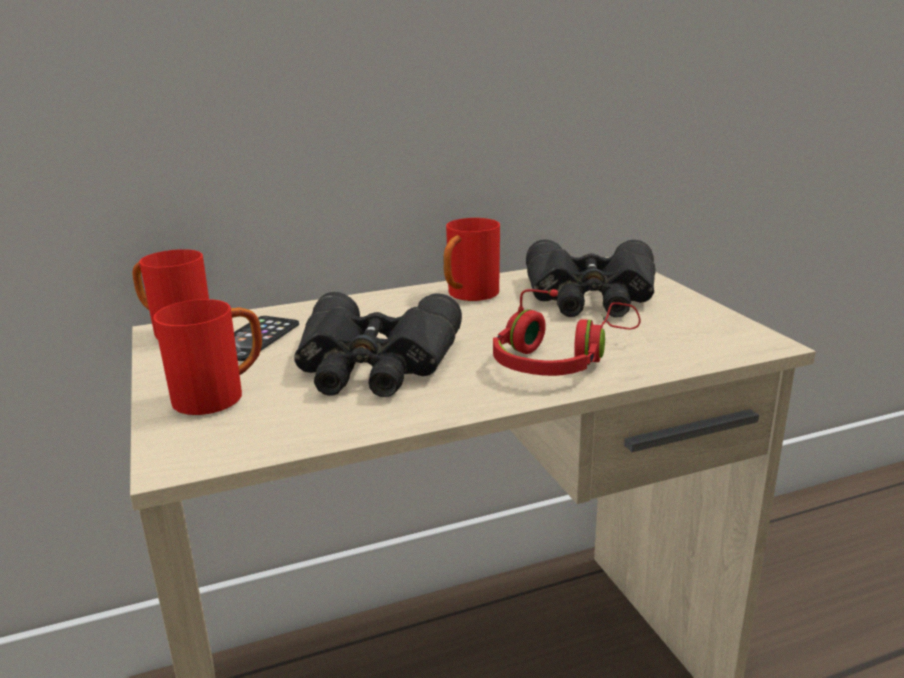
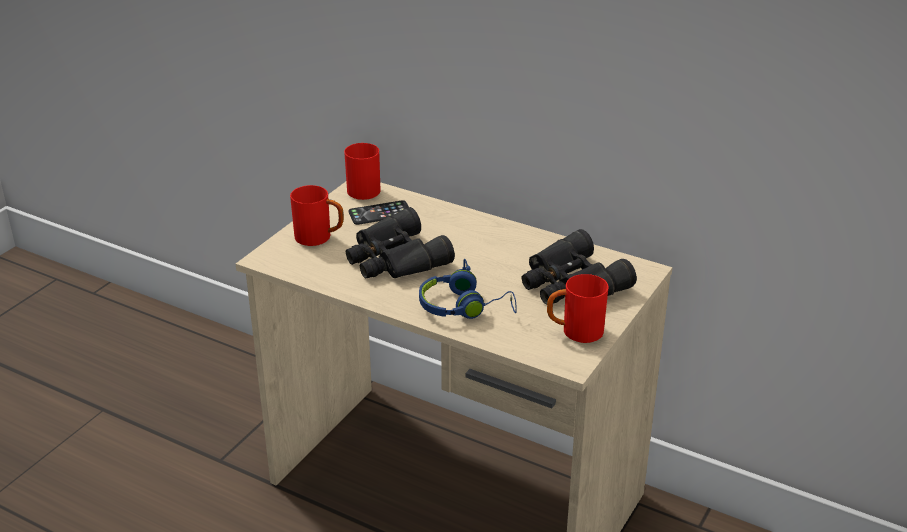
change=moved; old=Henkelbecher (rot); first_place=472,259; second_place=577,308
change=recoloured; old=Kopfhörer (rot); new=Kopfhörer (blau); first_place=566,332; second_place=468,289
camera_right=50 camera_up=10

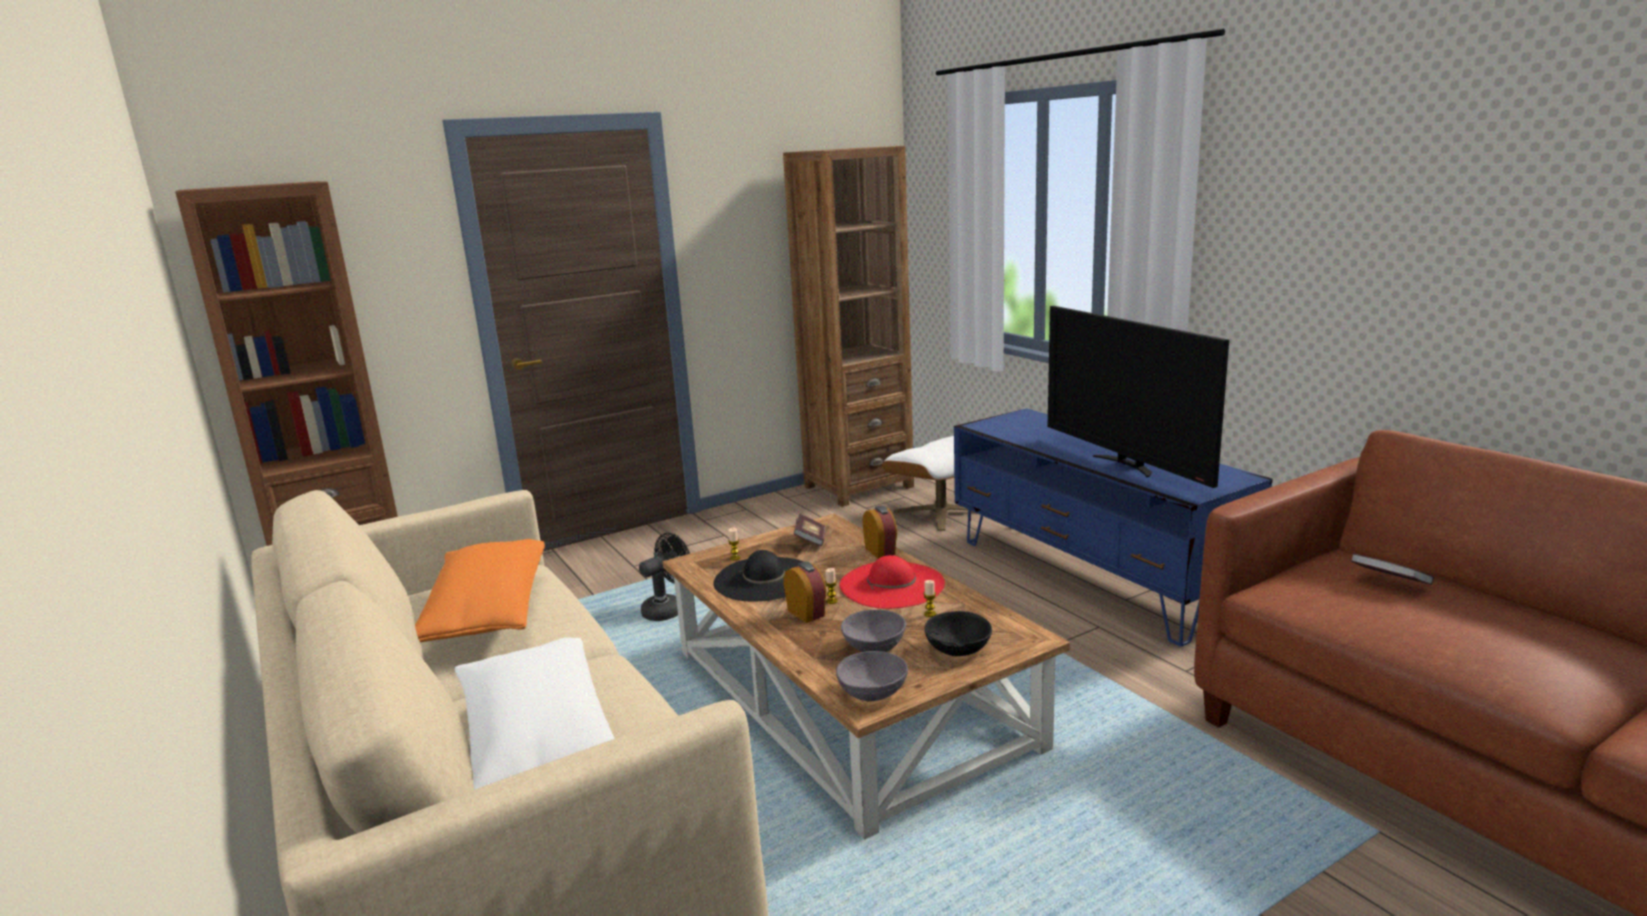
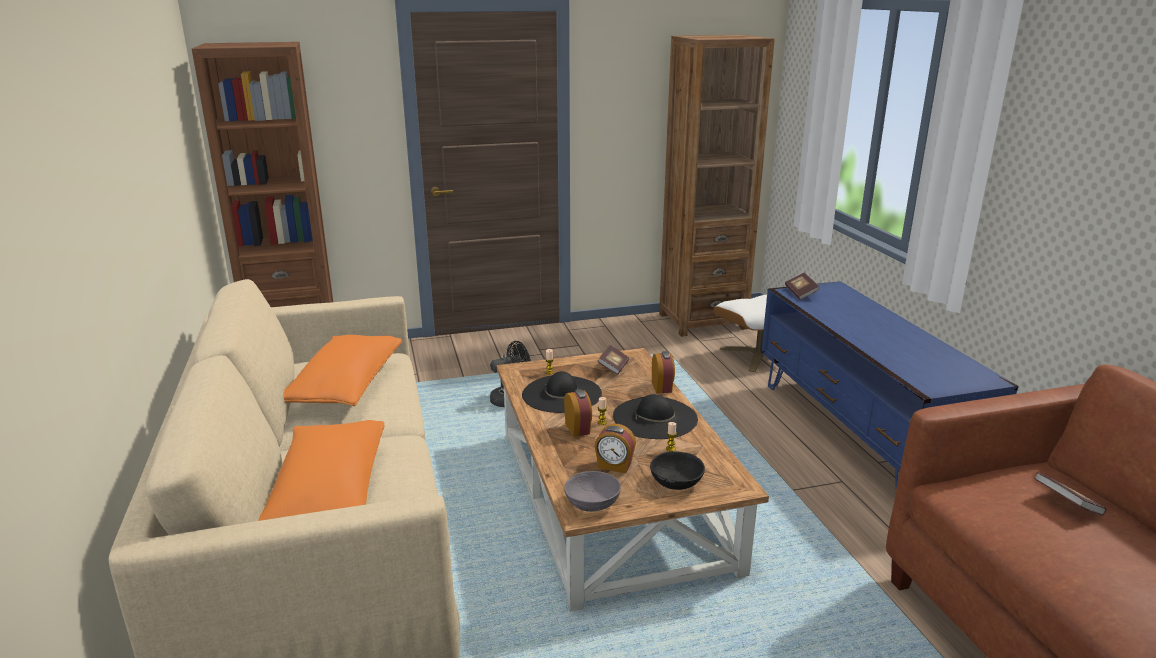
change=removed; old=Fernseher; first_place=1138,397
change=recoloured; old=Hut (rot); new=Hut (schwarz); first_place=892,582; second_place=655,416
change=replaced; old=Schüssel (grau); new=Wecker; first_place=873,631; second_place=615,448
change=recoloured; old=Kissen (weiß); new=Kissen (orange); first_place=535,713; second_place=321,470
change=added; new=Buch; second_place=802,286
camera_right=15 camera_up=5

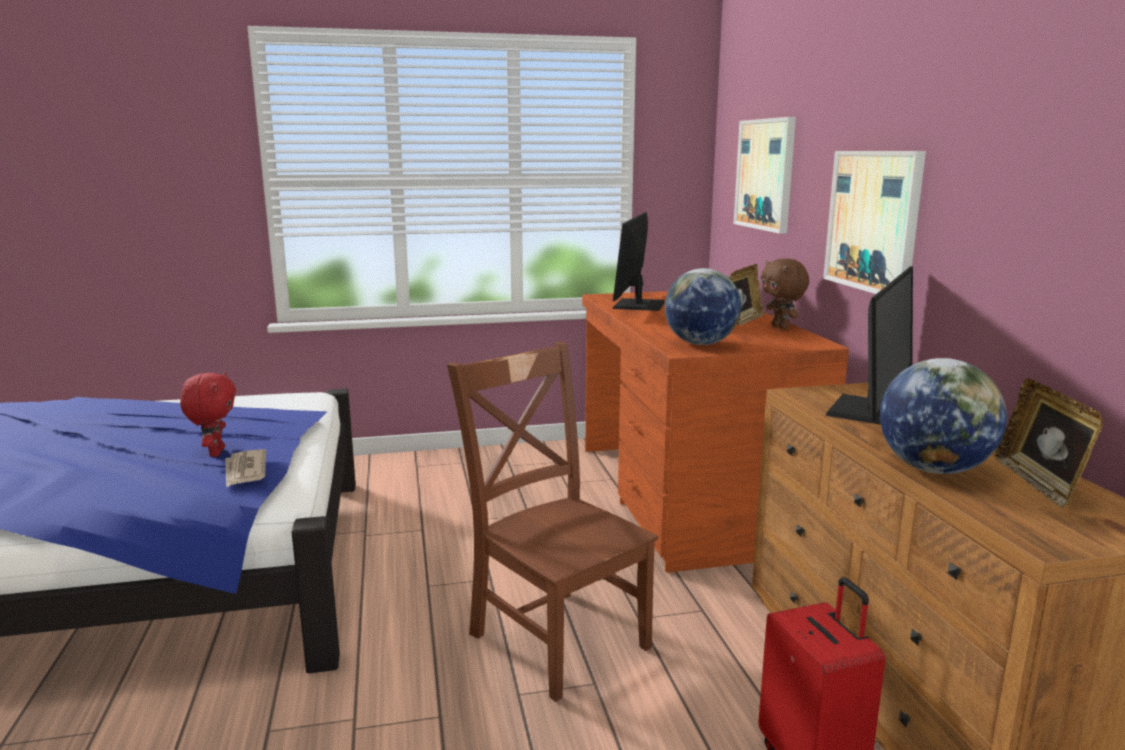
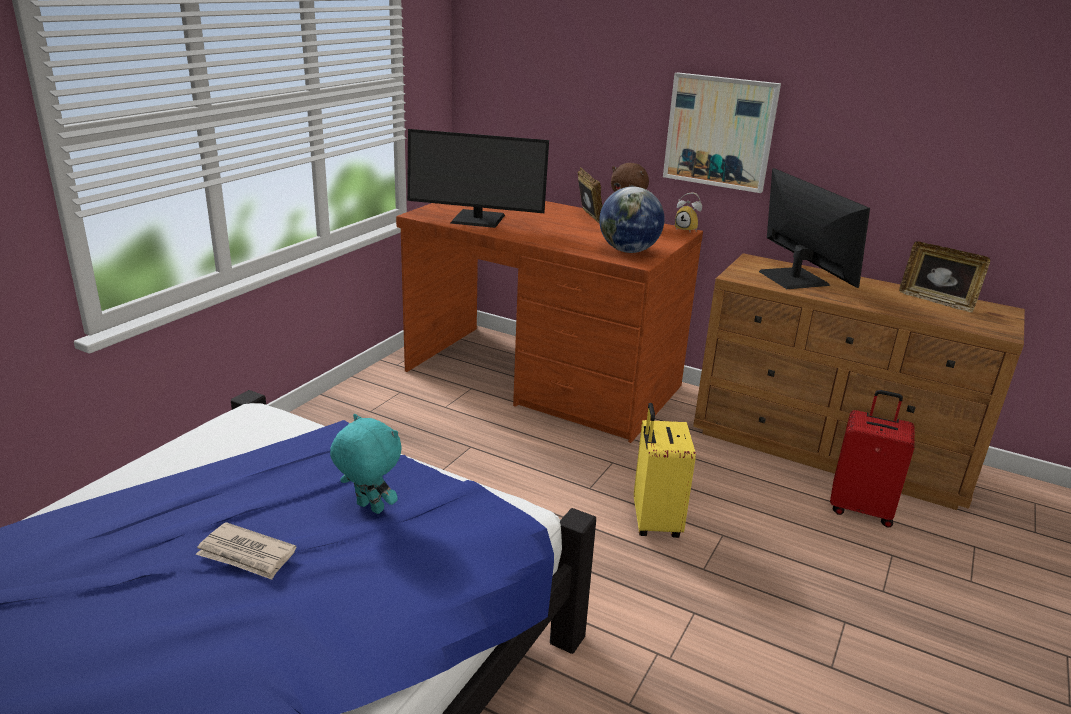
change=removed; old=Bild; first_place=764,175
change=turned; old=Monitor; first_place=638,261; second_place=478,178; degrees=-45
change=replaced; old=Stuhl (braun); new=Koffer (gelb); first_place=553,521; second_place=665,470
change=removed; old=Globus; first_place=943,416
change=recoloured; old=Plüschtier (rot); new=Plüschtier (türkis); first_place=208,414; second_place=366,464
change=moved; old=Zeitung; first_place=246,468; second_place=245,551
change=added; new=Wecker; second_place=688,212
camera_right=-50 camera_up=10

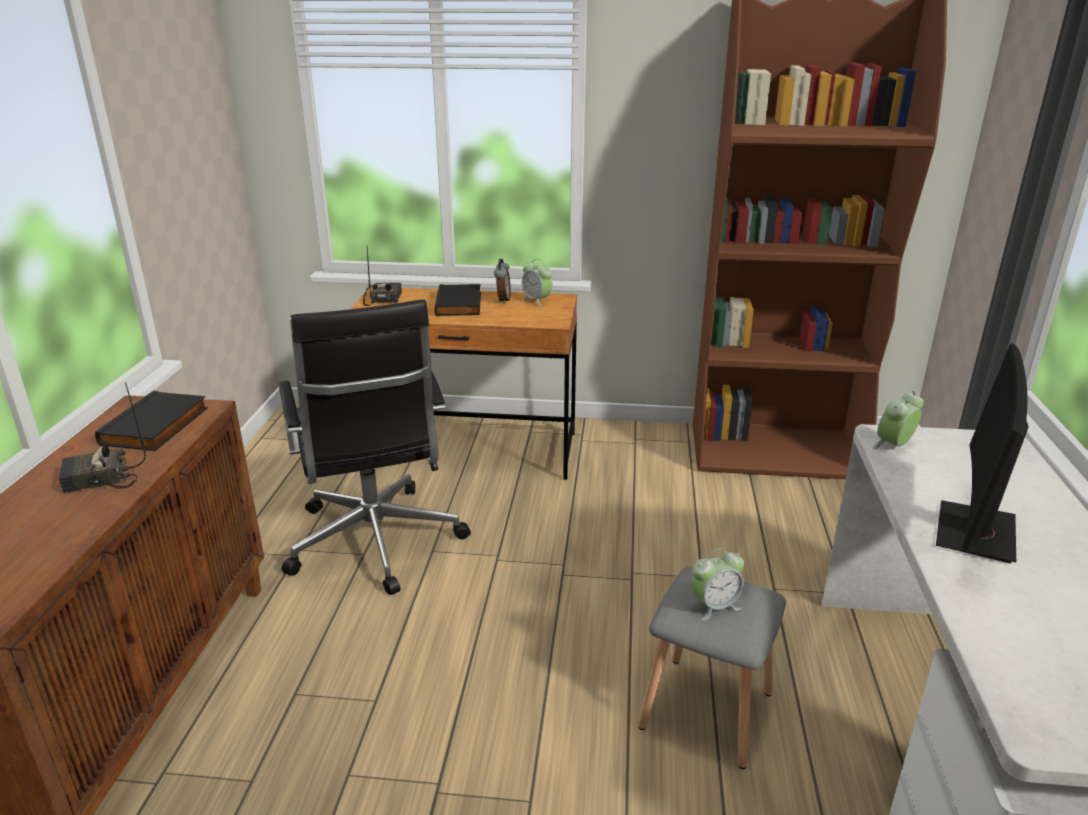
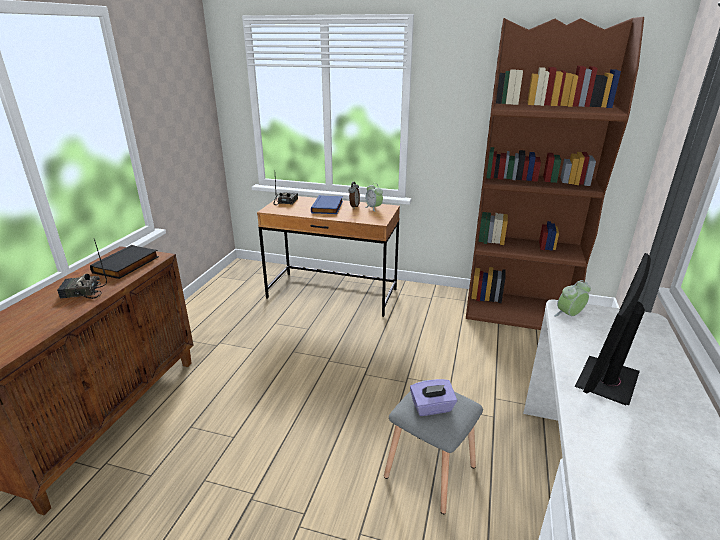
change=recoloured; old=Buch (schwarz); new=Buch (blau); first_place=457,300; second_place=327,204
change=removed; old=Bürostuhl (schwarz); first_place=374,447
change=replaced; old=Wecker; new=Taschentuchbox (lila); first_place=717,584; second_place=433,397
camera_right=10 camera_up=0

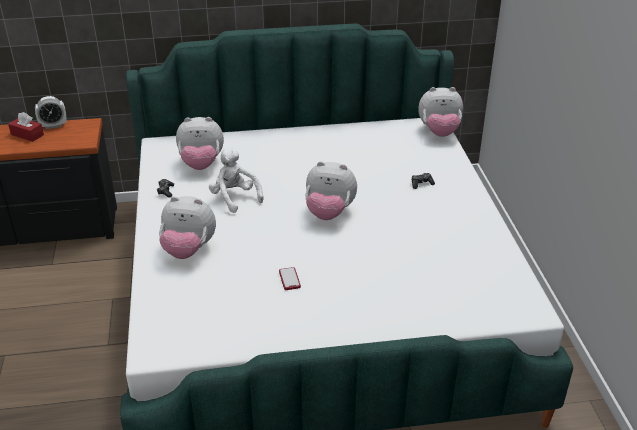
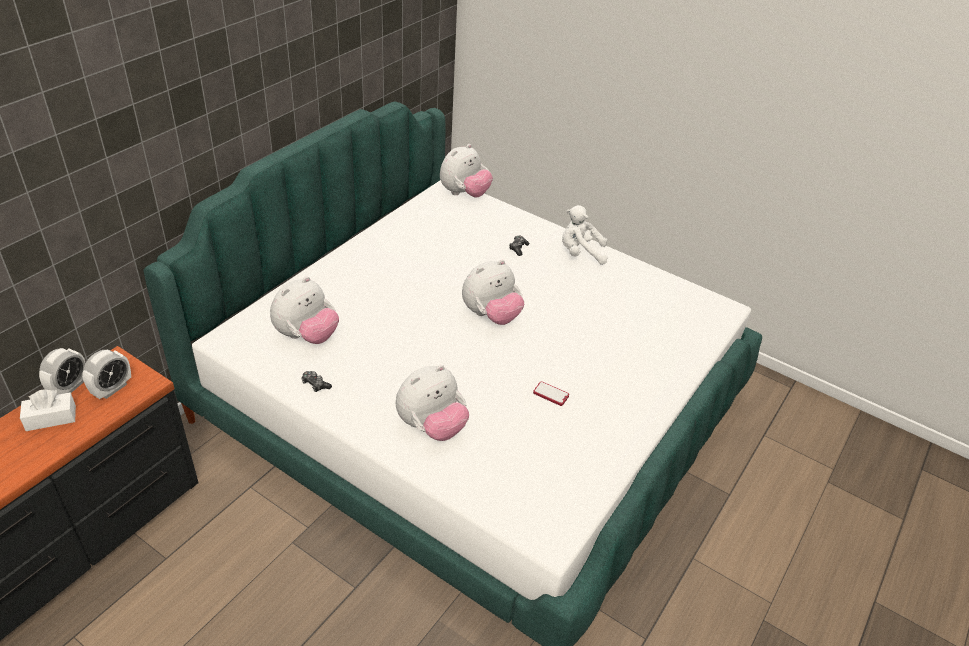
change=recoloured; old=Taschentuchbox (rot); new=Taschentuchbox (weiß); first_place=26,127; second_place=48,410
change=moved; old=Plüschtier (weiß); first_place=236,180; second_place=585,235
change=added; new=Wecker; second_place=106,374
camera_right=-50 camera_up=5

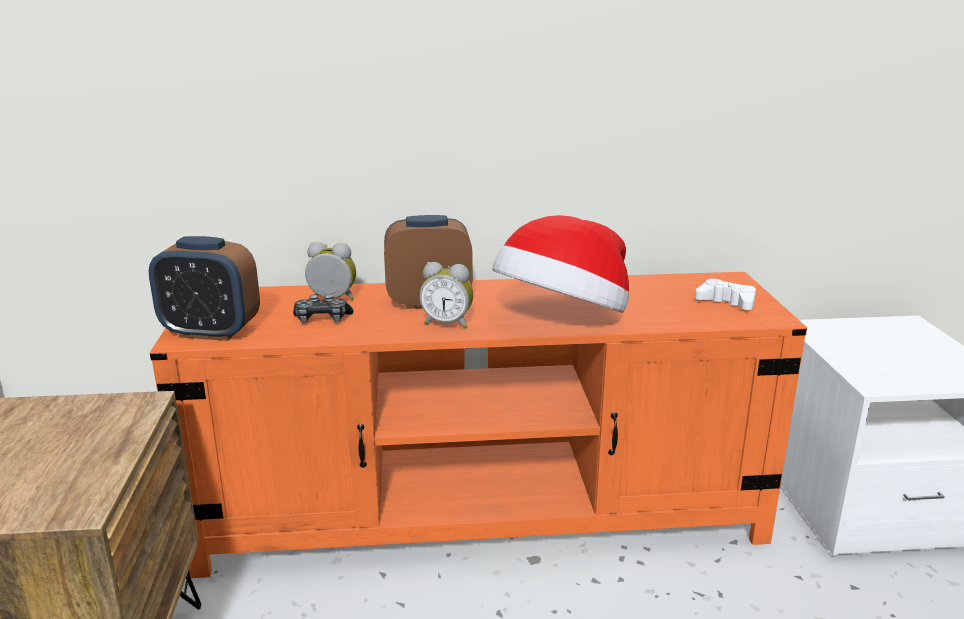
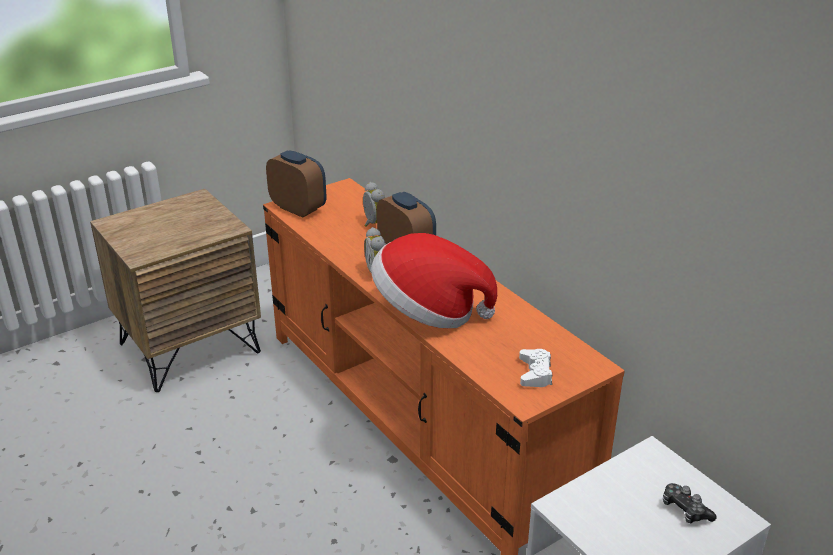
change=turned; old=Wecker; first_place=204,288; second_place=296,184; degrees=150
change=moved; old=Gamepad; first_place=323,308; second_place=690,503
camera_right=60 camera_up=10

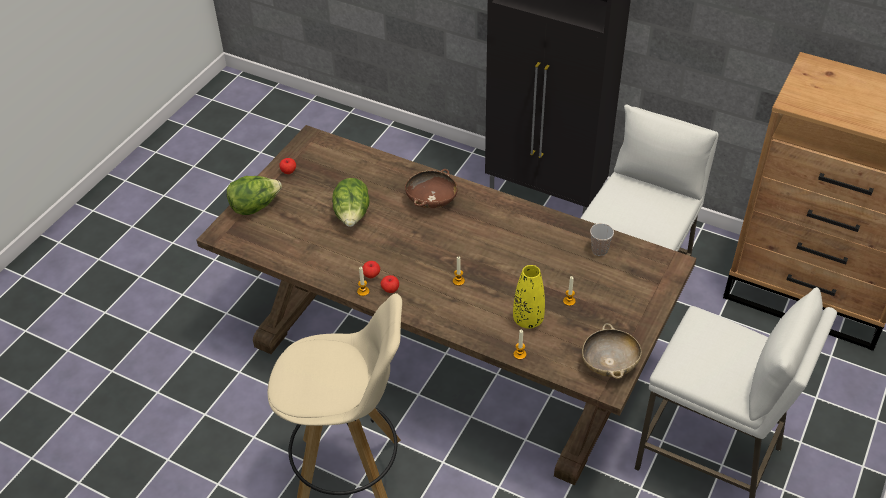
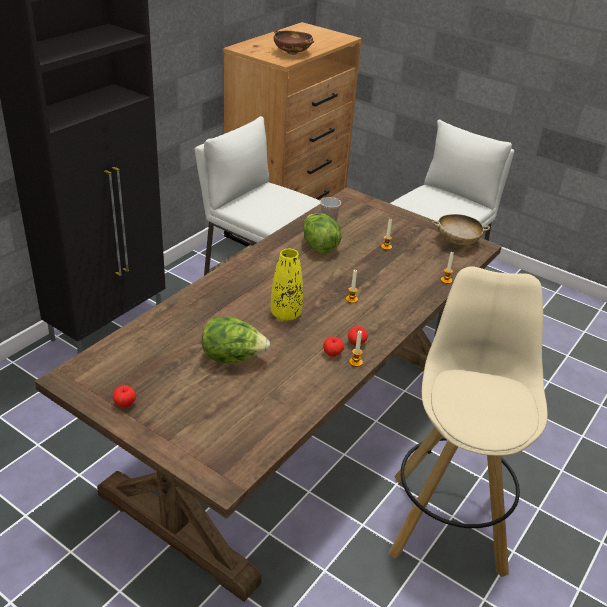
change=moved; old=Schüssel (braun); first_place=431,188; second_place=294,42
change=moved; old=Salatkopf; first_place=254,195; second_place=322,233
change=moved; old=Vase (gelb); first_place=529,296; second_place=287,285
camera_right=-85 camera_up=-10

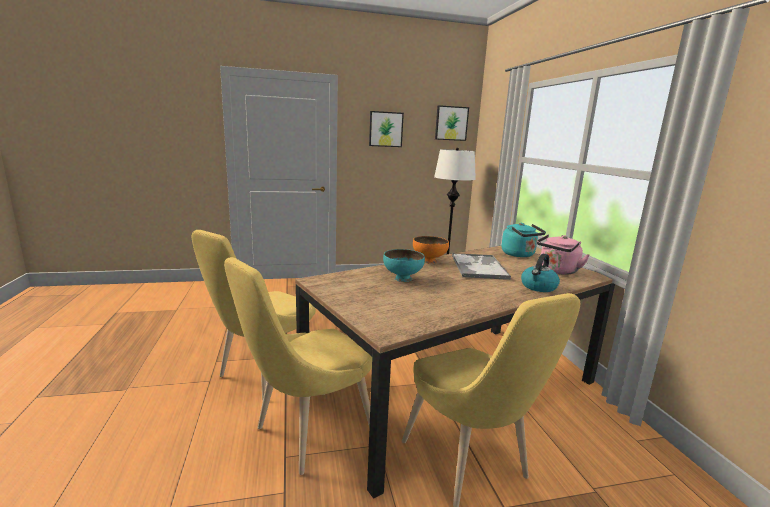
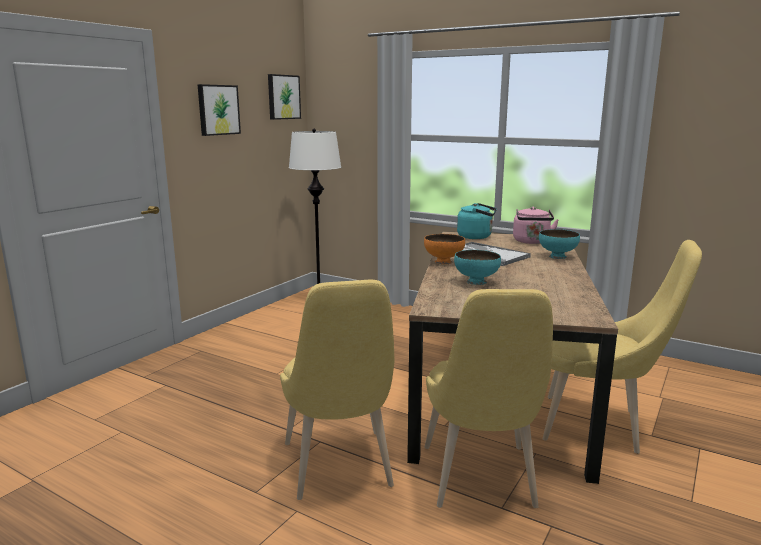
change=replaced; old=Wasserkessel; new=Schüssel (türkis); first_place=540,273; second_place=559,244
camera_right=-45 camera_up=0

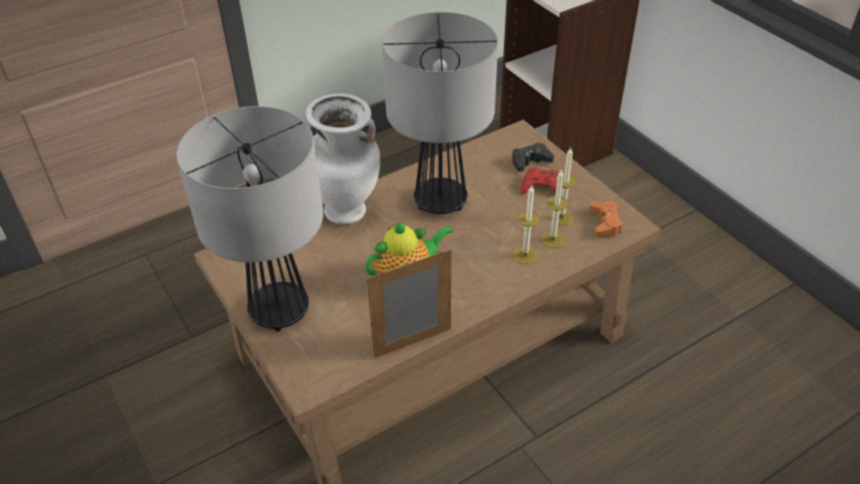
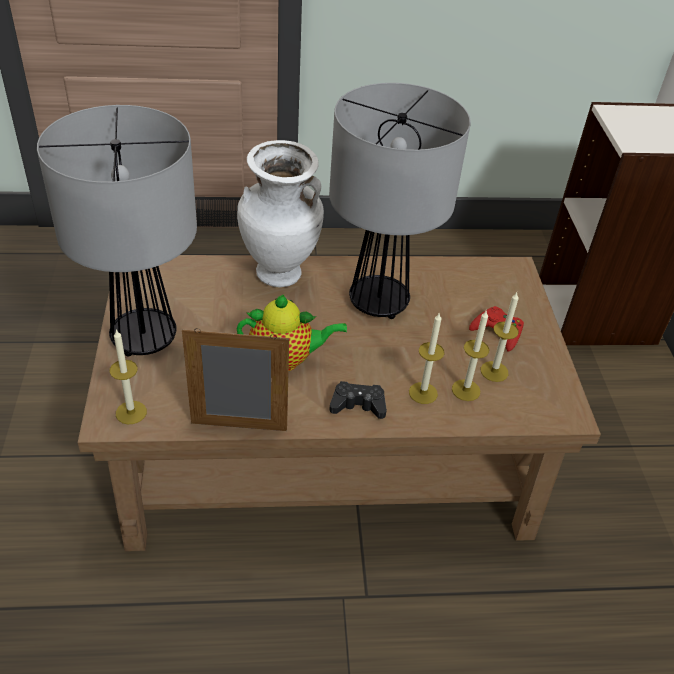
change=moved; old=Gamepad (schwarz); first_place=533,156; second_place=358,400
change=removed; old=Gamepad (orange); first_place=606,219
change=added; new=Kerze; second_place=128,376
camera_right=25 camera_up=0

